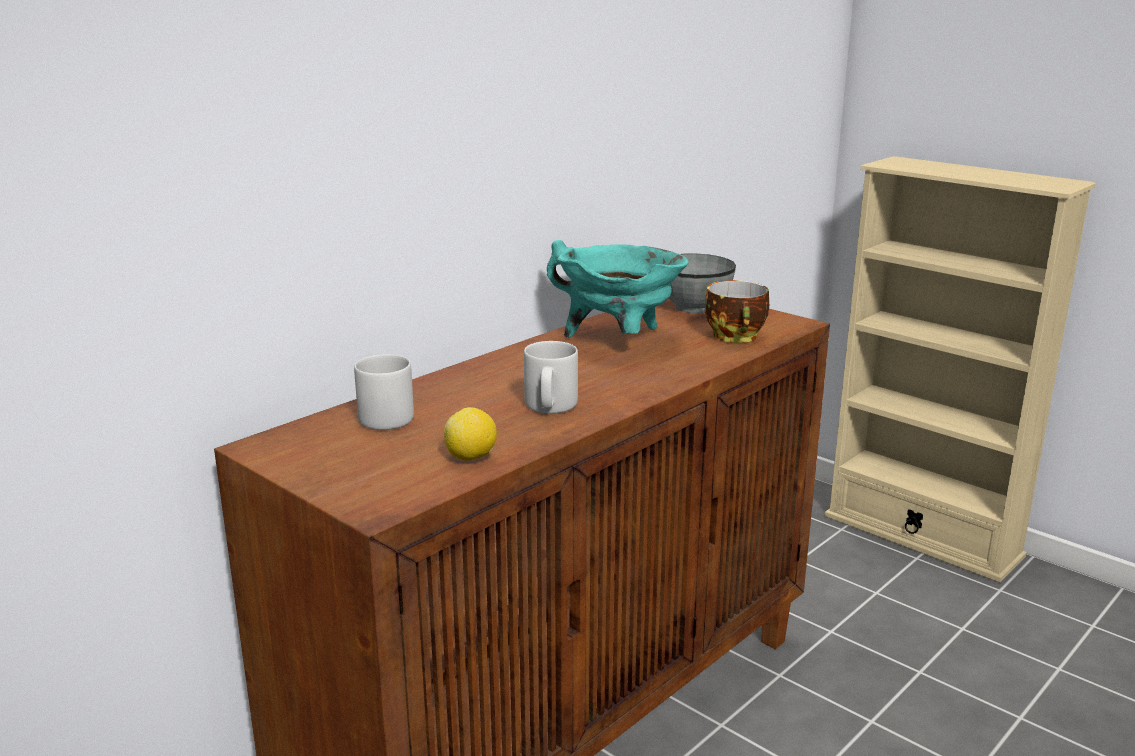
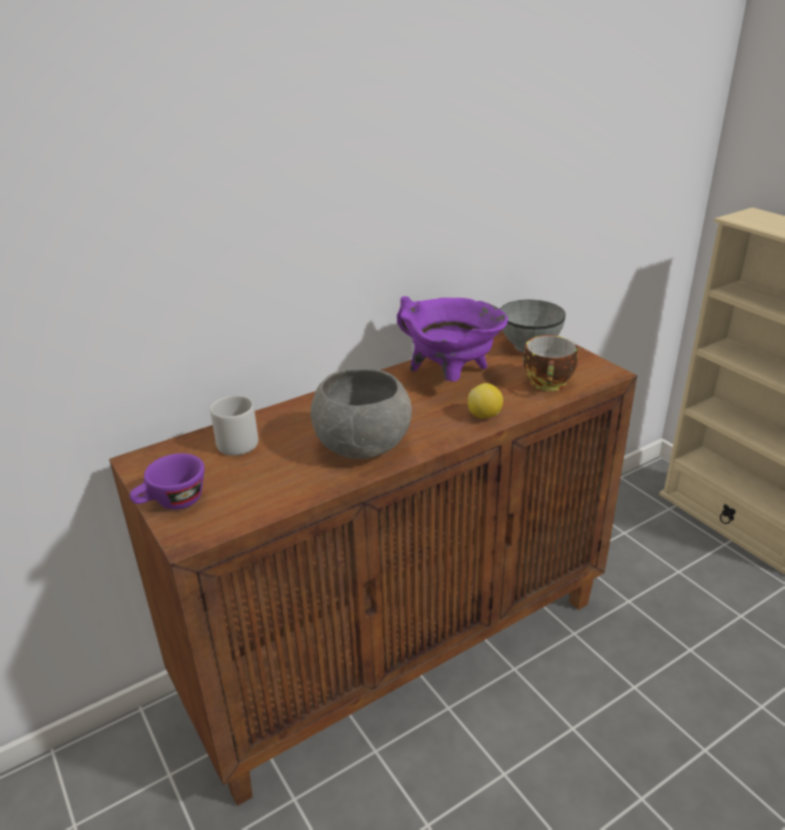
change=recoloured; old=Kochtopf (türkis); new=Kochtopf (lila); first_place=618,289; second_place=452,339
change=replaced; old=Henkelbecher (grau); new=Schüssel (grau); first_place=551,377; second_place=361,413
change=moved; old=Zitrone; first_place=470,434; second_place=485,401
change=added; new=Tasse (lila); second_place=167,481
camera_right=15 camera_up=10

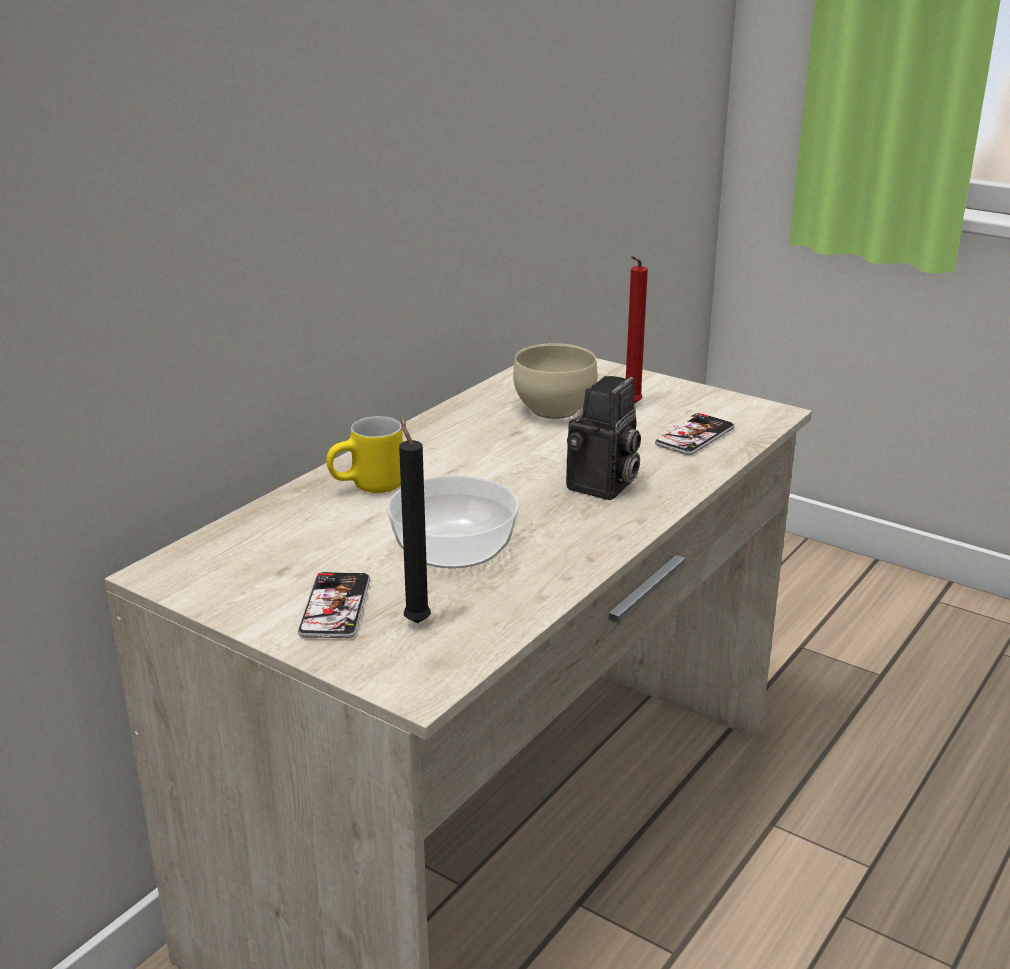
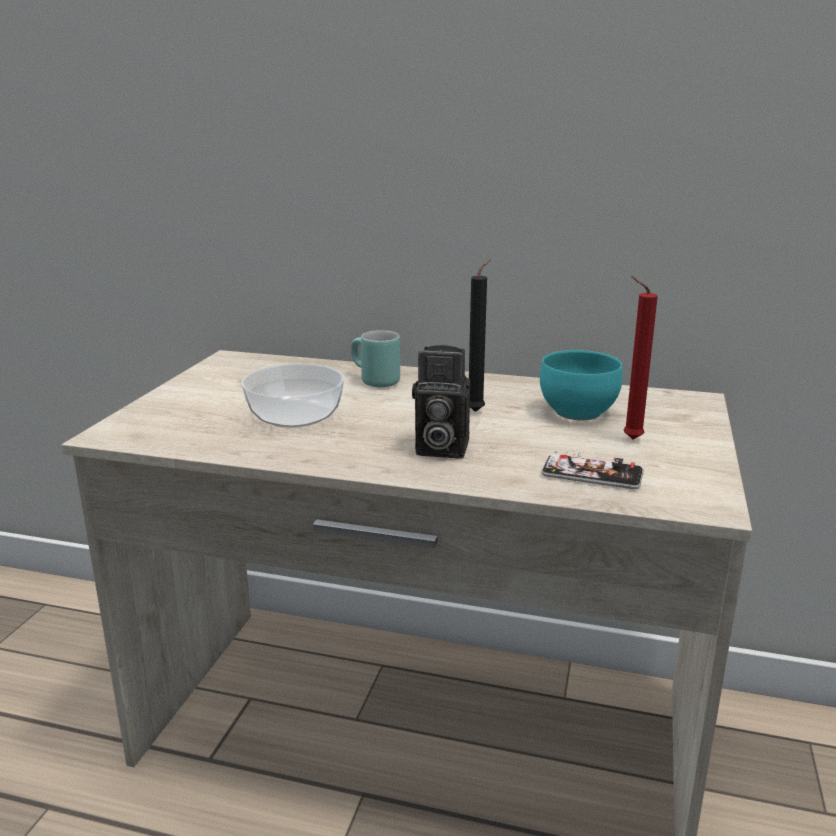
change=recoloured; old=Schüssel (beige); new=Schüssel (türkis); first_place=555,381; second_place=581,385
change=moved; old=Kerze (schwarz); first_place=415,518; second_place=480,335
change=recoloured; old=Henkelbecher (gelb); new=Henkelbecher (türkis); first_place=364,454; second_place=375,358
change=removed; old=Handy; first_place=334,605
camera_right=70 camera_up=-5

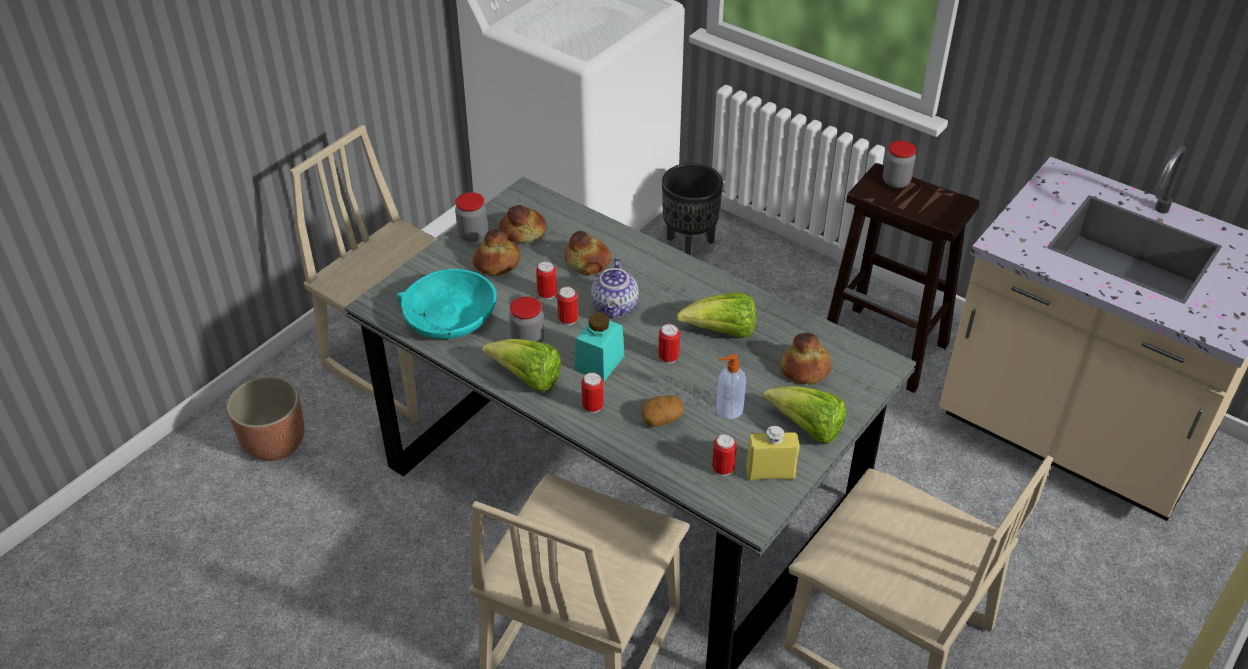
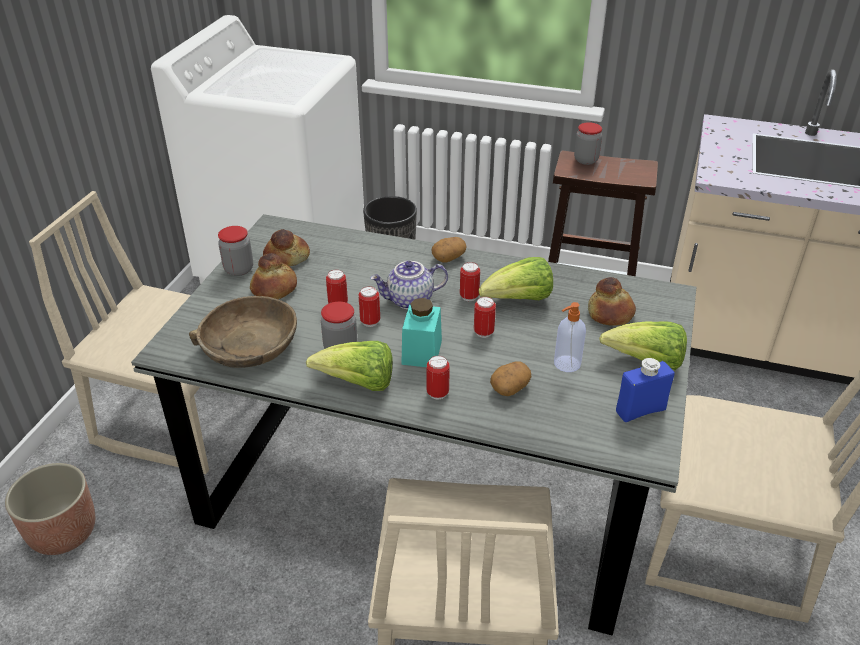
change=removed; old=Brot; first_place=588,253
change=turned; old=Teekanne; first_place=615,288; second_place=409,285; degrees=90
change=recoloured; old=Schüssel (türkis); new=Schüssel (braun); first_place=447,304; second_place=243,332
change=recoloured; old=Flasche (gelb); new=Flasche (blau); first_place=772,453; second_place=645,390
change=moved; old=Dose; first_place=724,455; second_place=470,281
change=added; new=Kartoffel; second_place=449,250
camera_right=-20 camera_up=-5

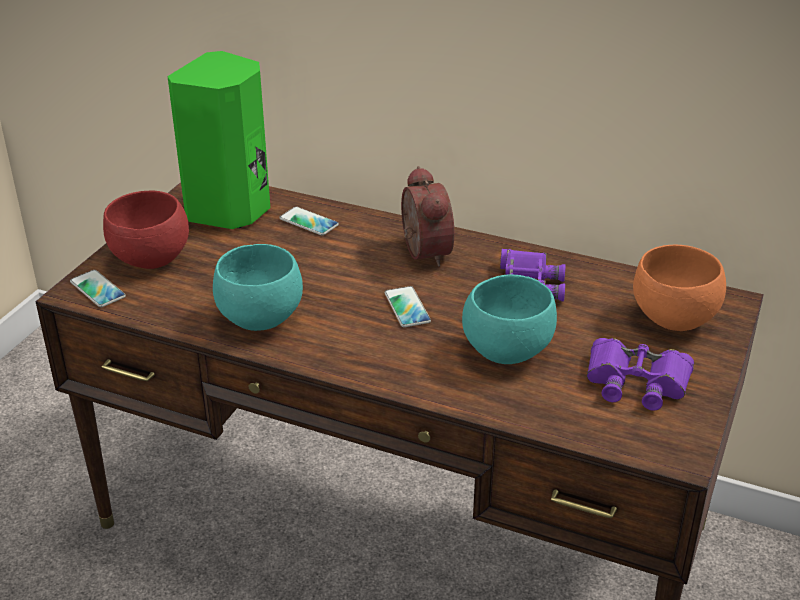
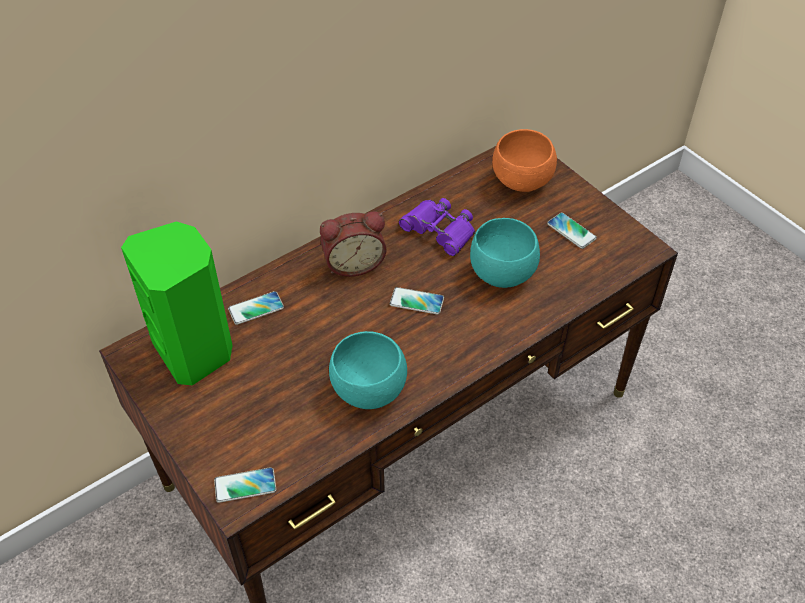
change=turned; old=Wecker; first_place=427,216; second_place=353,244; degrees=150
change=removed; old=Schüssel (rot); first_place=146,230
change=replaced; old=Fernglas (lila); new=Handy; first_place=640,374; second_place=572,230
camera_right=-60 camera_up=15

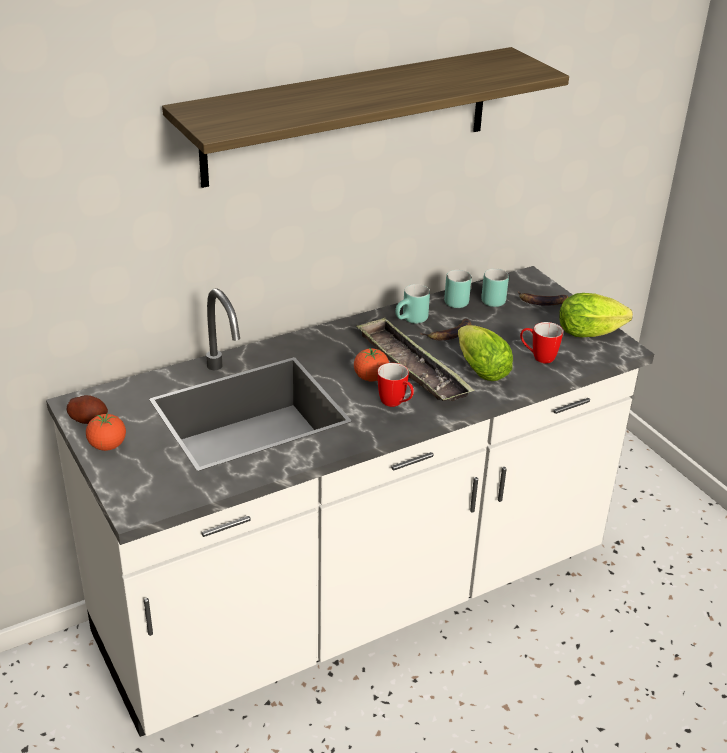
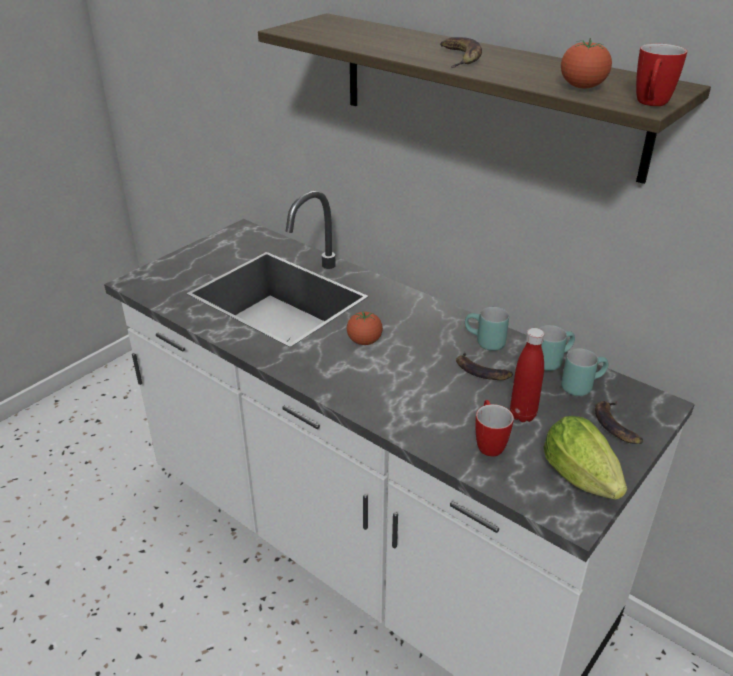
change=removed; old=Tablett; first_place=415,359
change=removed; old=Salatkopf; first_place=485,353
change=moved; old=Henkelbecher; first_place=395,385; second_place=661,75
change=removed; old=Kartoffel; first_place=87,409
change=moved; old=Tomate; first_place=106,432; second_place=586,63
change=added; new=Banane; second_place=461,52
change=added; new=Flasche (rot); second_place=527,375
camera_right=70 camera_up=0

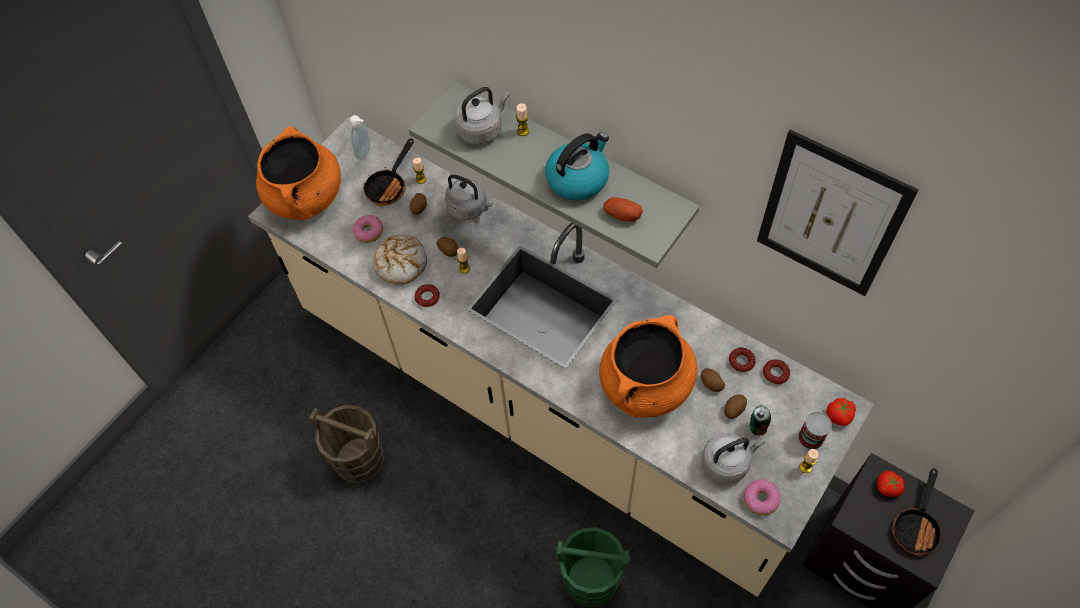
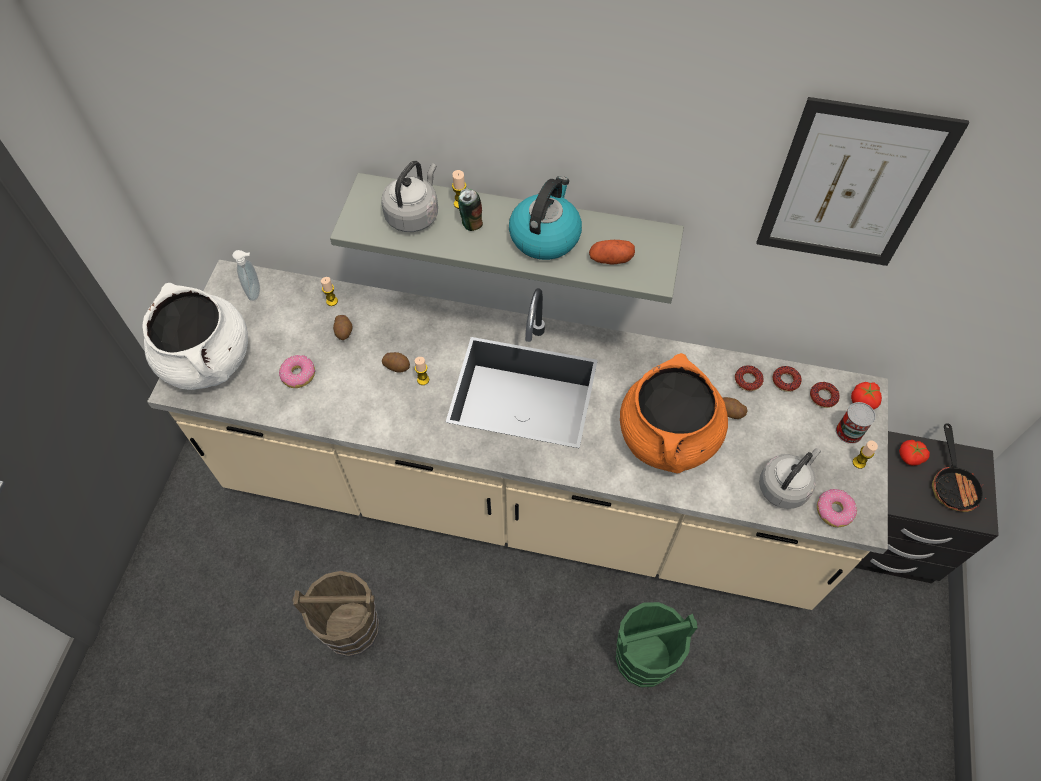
change=recoloured; old=Kochtopf (orange); new=Kochtopf (weiß); first_place=298,173; second_place=195,336
change=removed; old=Pfanne; first_place=388,172
change=removed; old=Wasserkessel (grau); first_place=469,197
change=removed; old=Brot; first_place=400,259
change=moved; old=Donut; first_place=427,295; second_place=825,395
change=removed; old=Kartoffel; first_place=735,407
change=moved; old=Dose; first_place=760,420; second_place=470,209
camera_right=-25 camera_up=0

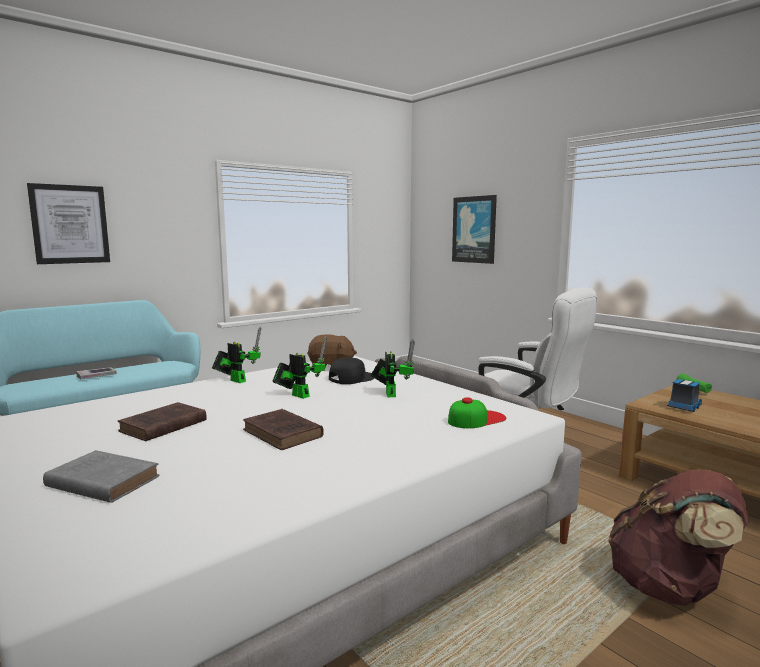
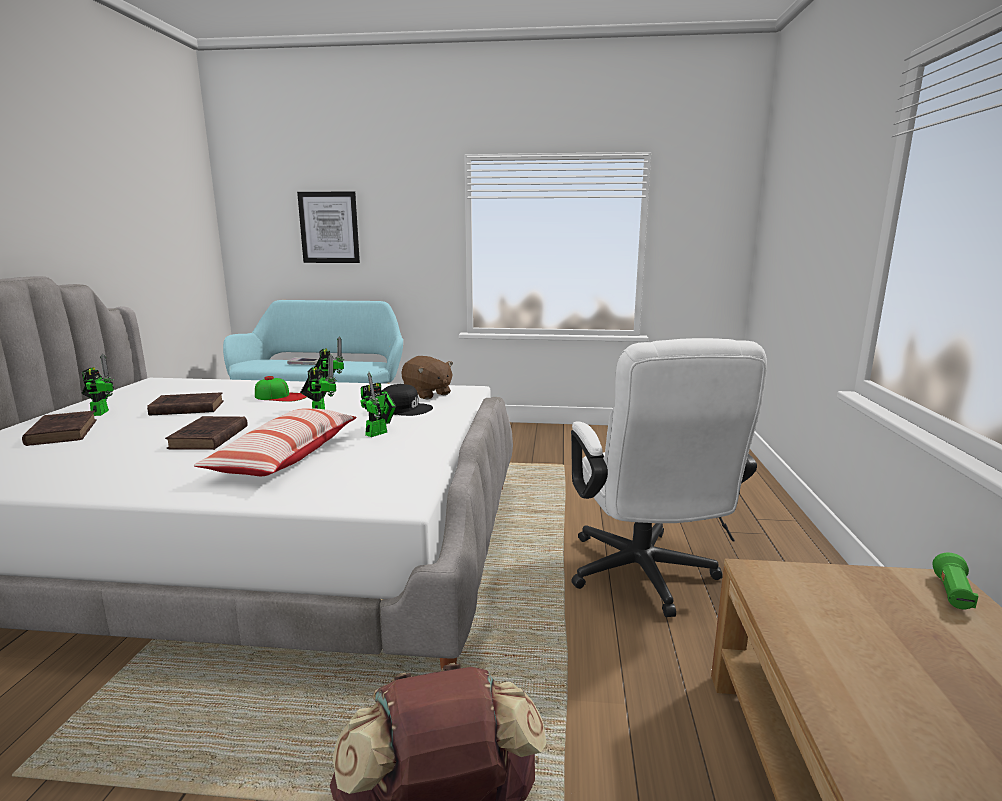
change=removed; old=Bild; first_place=474,229
change=removed; old=Spielzeuglaster; first_place=684,395
change=moved; old=Kappe; first_place=477,412; second_place=281,389
change=recoloured; old=Buch (grau); new=Buch (braun); first_place=101,476; second_place=59,428
change=added; new=Spielzeugroboter; second_place=98,385
change=added; new=Kissen; second_place=275,442
camera_right=45 camera_up=5

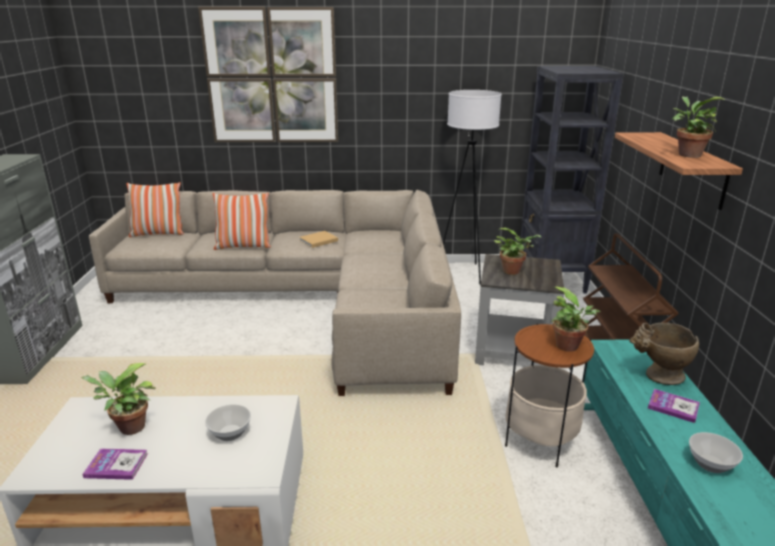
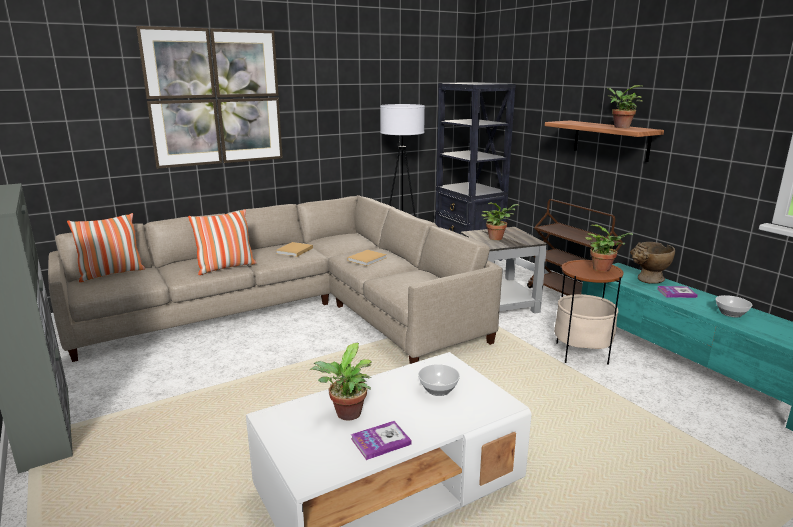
change=added; new=Buch (beige); second_place=367,258
camera_right=-30 camera_up=-5

